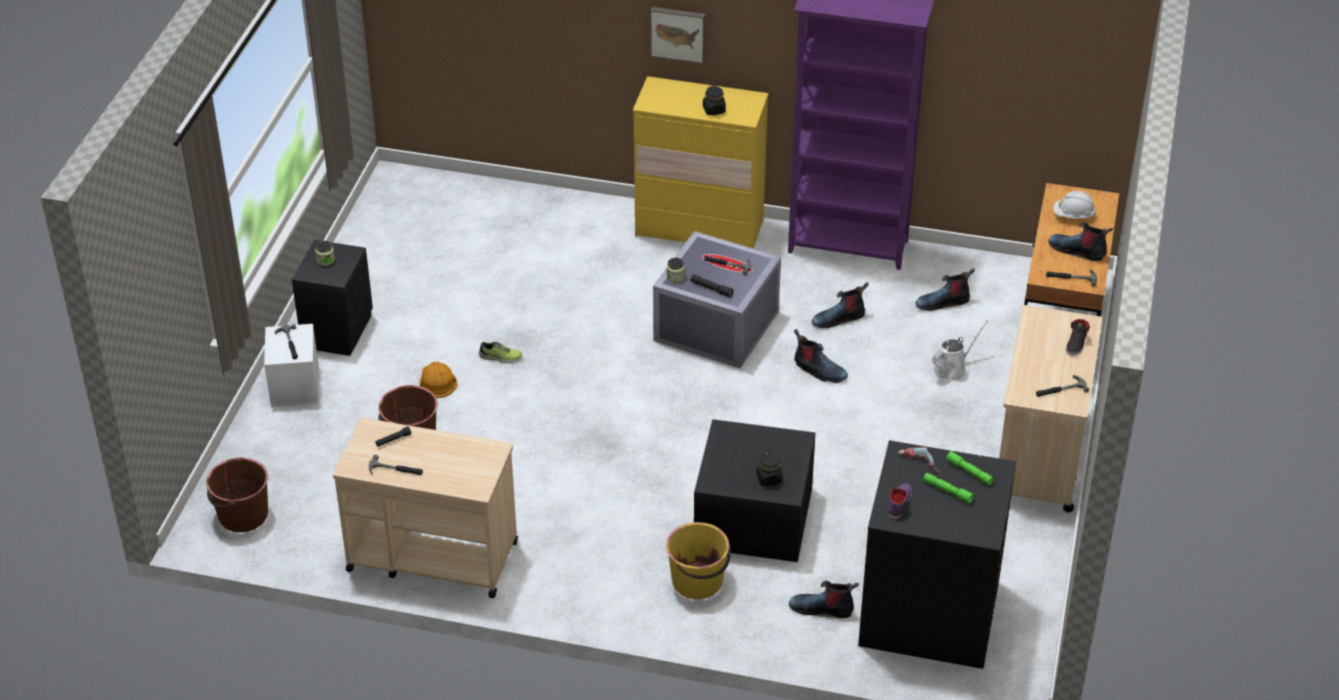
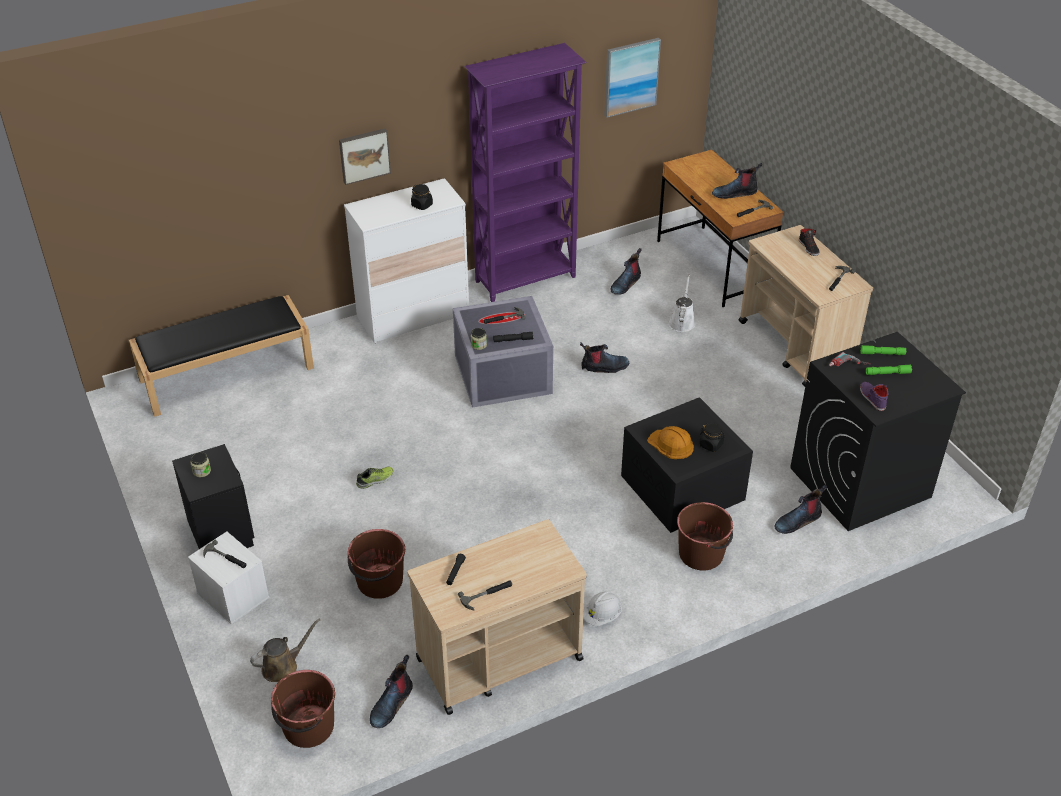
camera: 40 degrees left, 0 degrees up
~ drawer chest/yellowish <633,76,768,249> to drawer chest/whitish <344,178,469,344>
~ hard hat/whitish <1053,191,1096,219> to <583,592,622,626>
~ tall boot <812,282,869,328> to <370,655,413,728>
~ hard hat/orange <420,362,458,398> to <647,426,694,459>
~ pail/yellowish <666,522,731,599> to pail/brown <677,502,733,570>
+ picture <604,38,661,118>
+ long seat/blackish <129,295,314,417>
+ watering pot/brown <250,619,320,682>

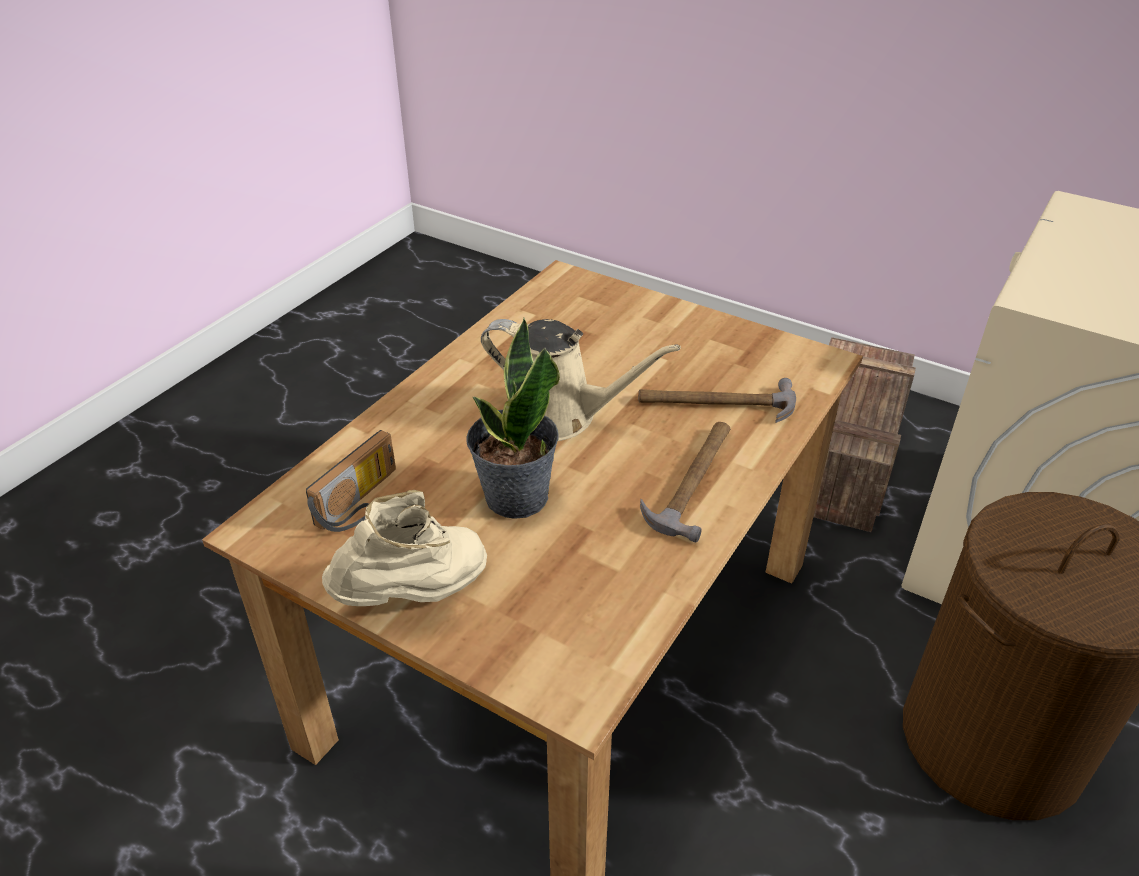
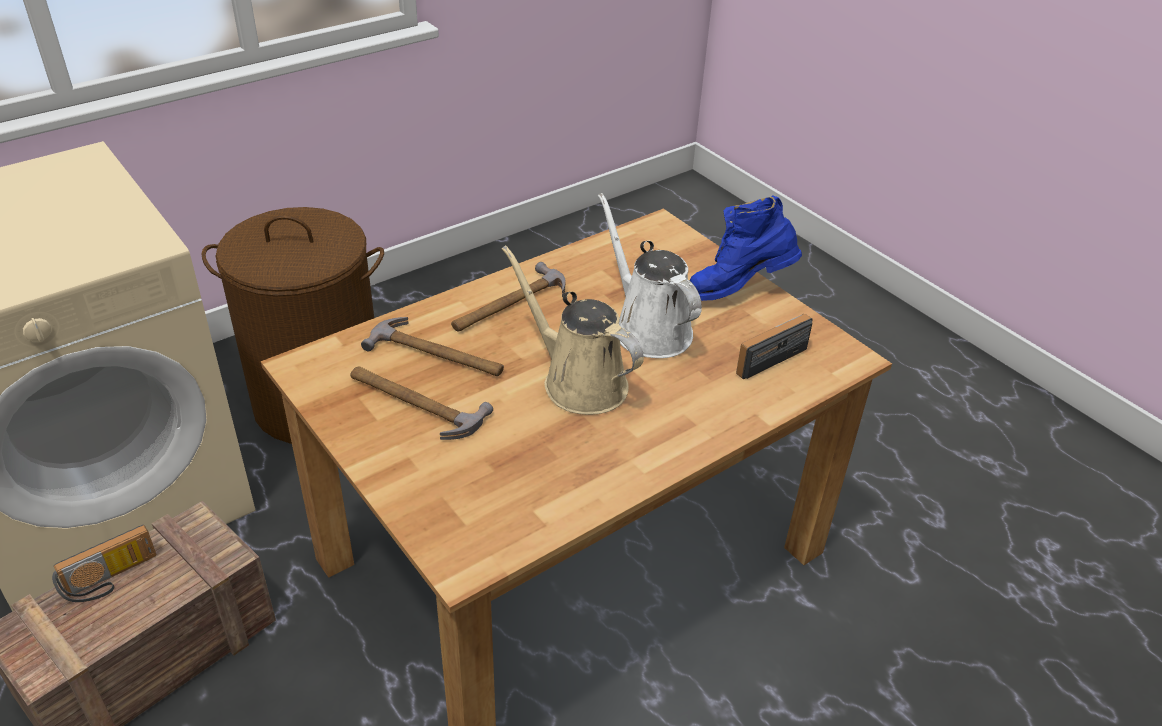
camera: 160 degrees left, 0 degrees up
~ houseplant <466,318,560,519> to watering pot/whitish <598,193,702,358>
~ tall boot/beige <322,490,487,606> to tall boot/bluish <690,195,802,301>
+ tool hammer <350,366,493,440>
+ radio set <52,525,156,602>

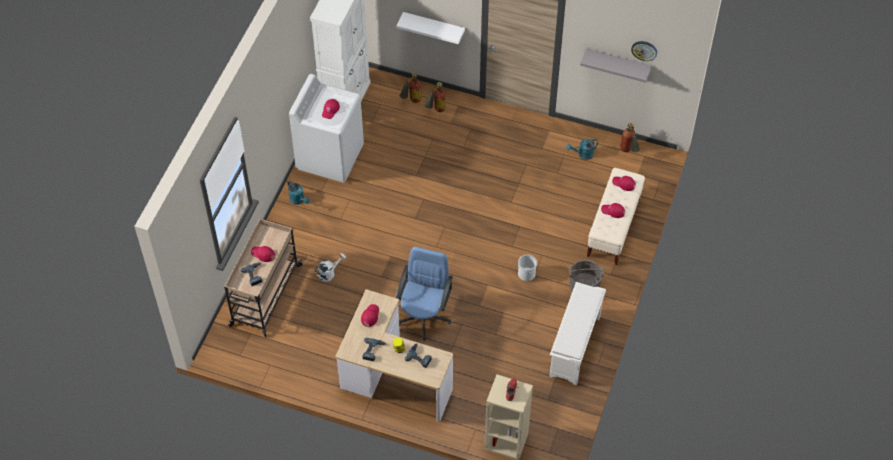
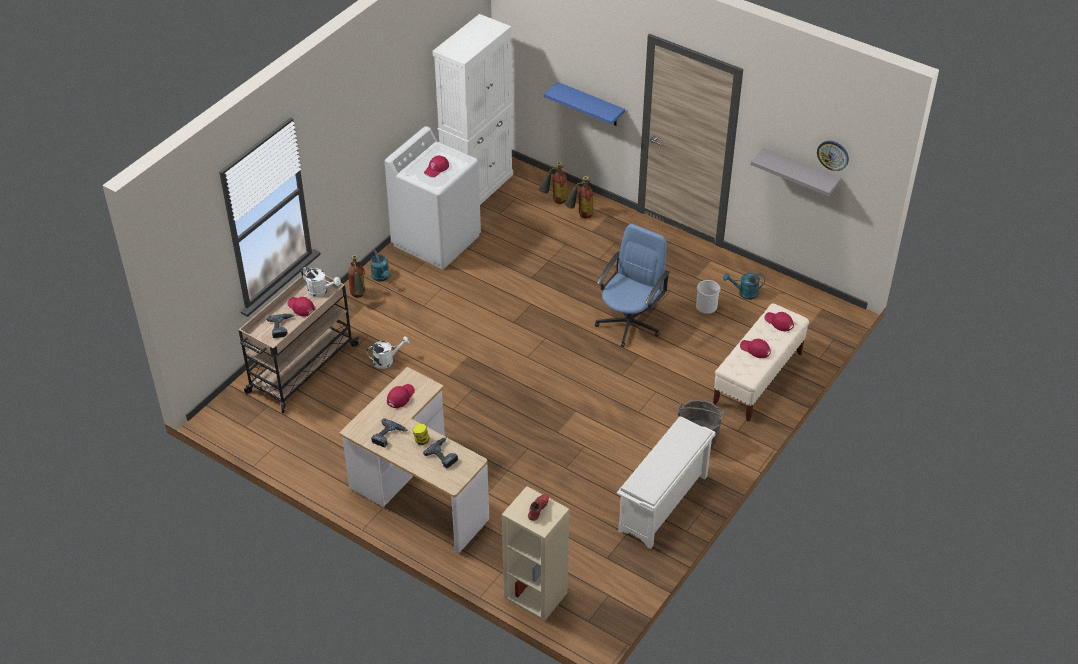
camera: 15 degrees right, 10 degrees down
~ wall shelf/whitish <396,12,465,44> to wall shelf/bluish <544,82,625,126>
~ extinguisher <620,122,640,152> to <348,254,365,298>
~ computer chair/bluish <395,247,453,341> to <595,224,670,347>
~ pail <518,254,537,281> to <696,280,720,314>
+ watering pot/whitish <301,267,341,297>

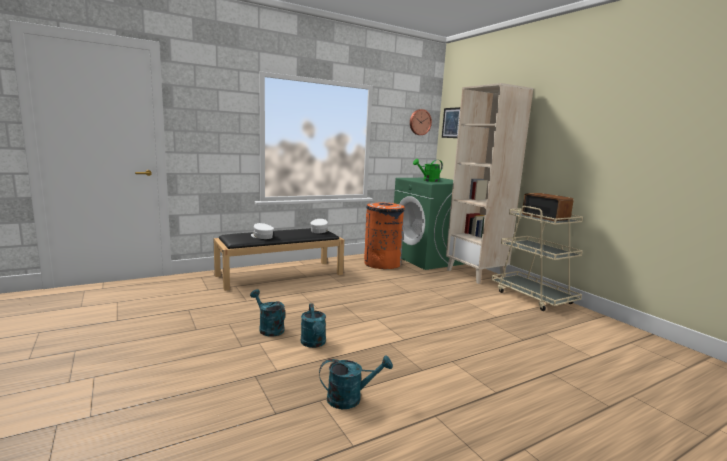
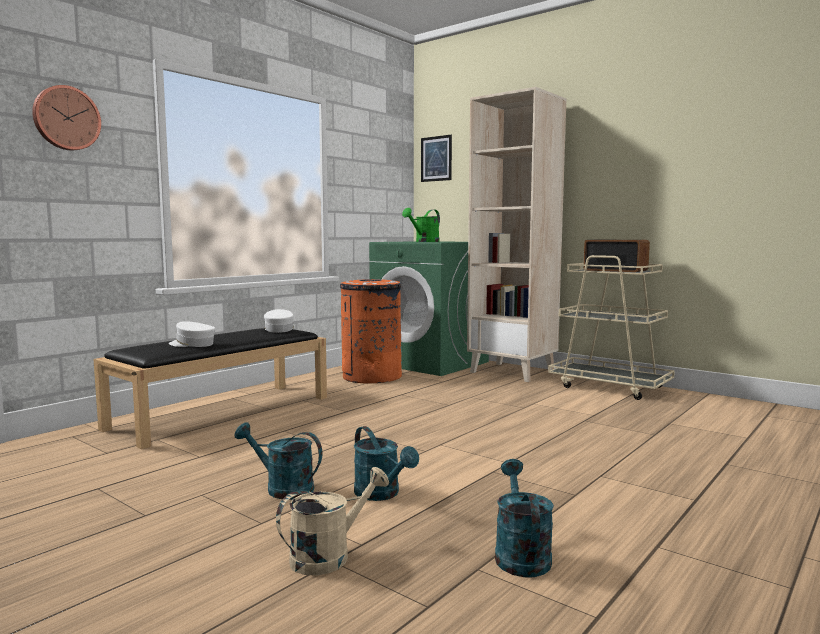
camera: 20 degrees left, 5 degrees down
~ wall clock <410,109,432,135> to <32,85,101,150>
~ watering pot/blue-green <319,356,393,409> = <495,459,554,578> 60 degrees counterclockwise
+ watering pot/beige <276,467,389,576>

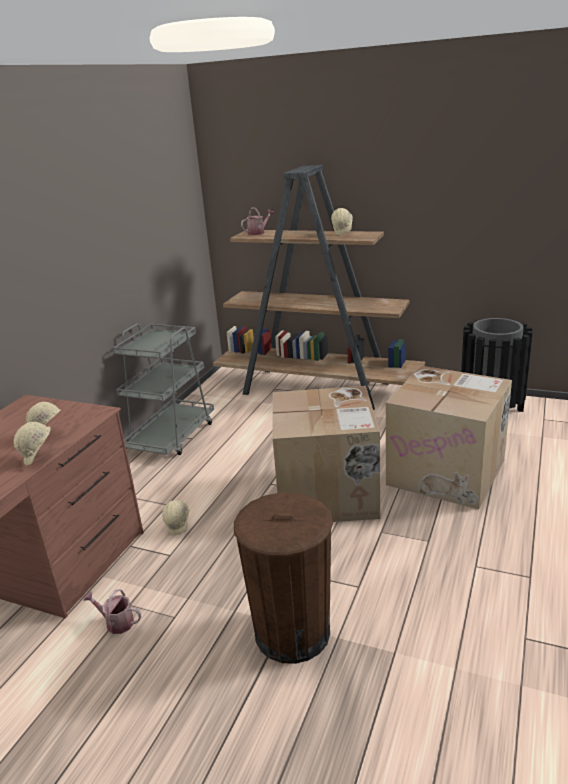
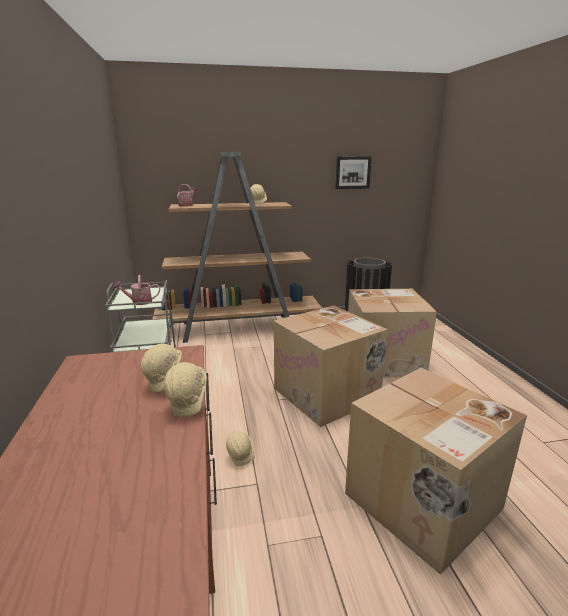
camera: 35 degrees left, 5 degrees down
~ waste bin/brown <234,493,333,664> to carton <345,368,527,575>
~ watering pot <83,589,141,634> to <113,275,160,305>
+ picture <335,156,372,189>

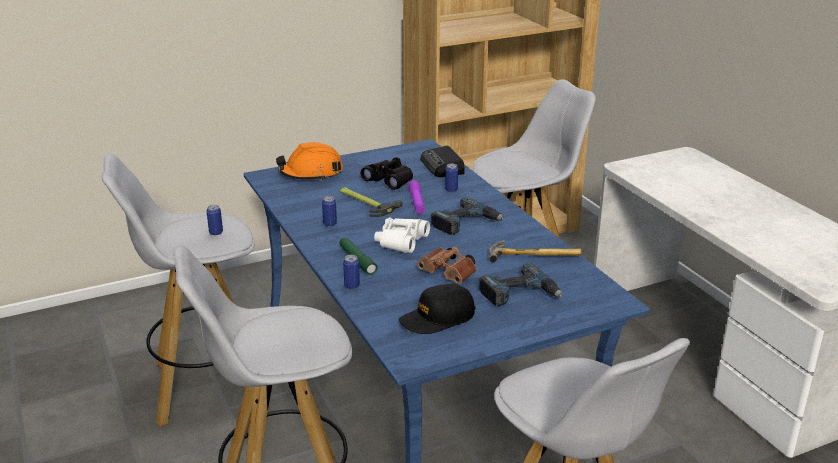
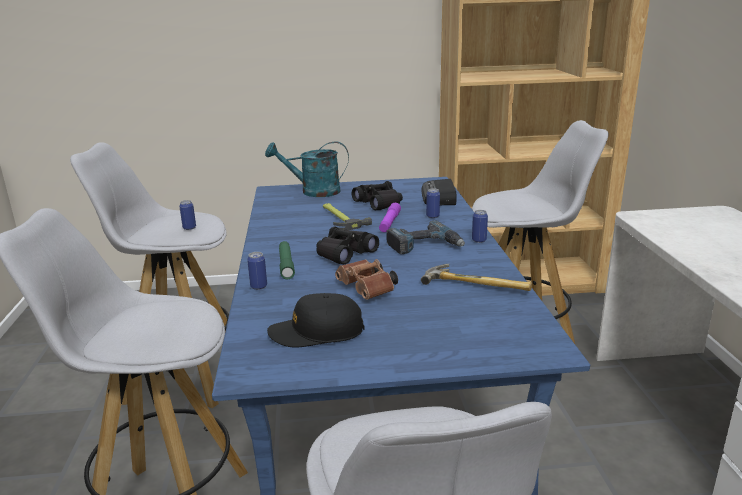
camera: 20 degrees right, 5 degrees down
~ hard hat/orange <276,142,343,181> to watering pot/blue-green <265,141,349,197>
~ metal can <322,196,337,227> to <472,210,488,243>
~ pair of binoculars/whitish <374,217,430,253> to pair of binoculars/blackish <316,226,379,264>
- drill <479,263,563,306>

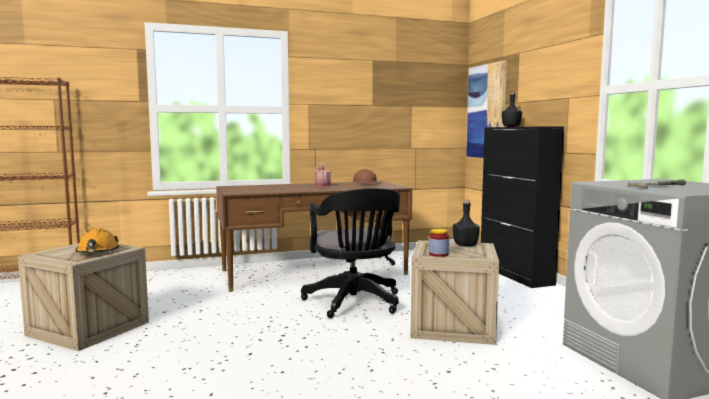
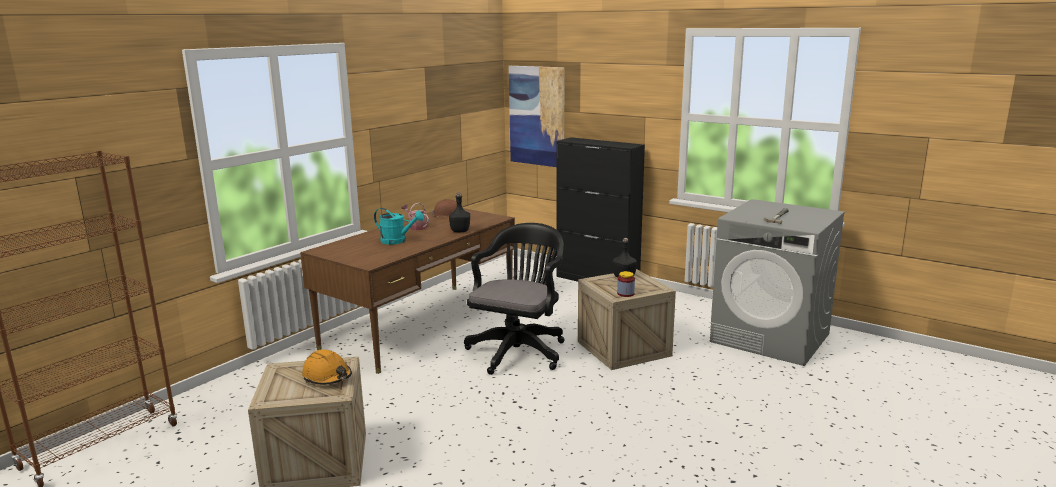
camera: 35 degrees left, 10 degrees up
~ drink bottle/blackish <502,92,522,127> to <449,193,470,232>
~ computer chair/blackish <301,188,400,318> = <464,223,565,375> 105 degrees counterclockwise
+ watering pot/blue-green <374,208,424,245>

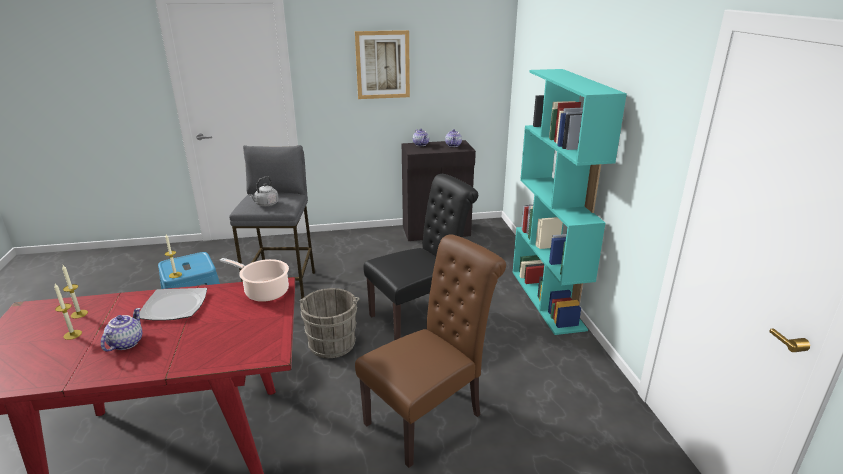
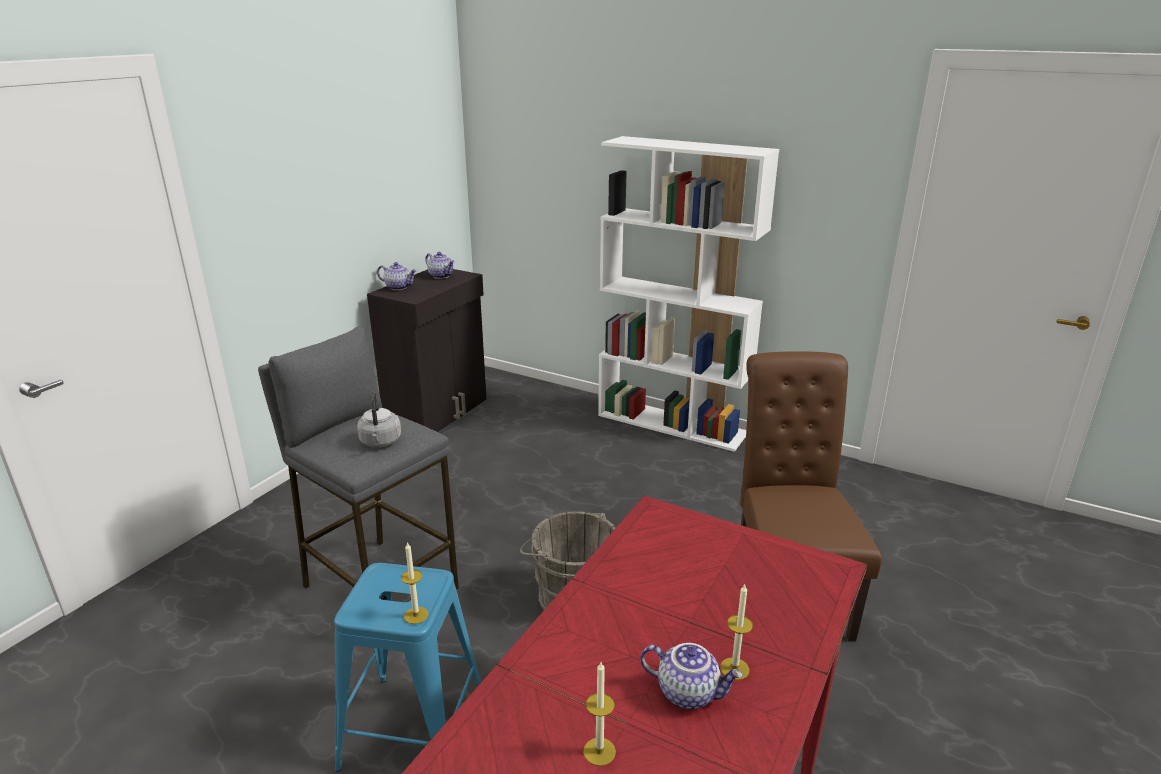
camera: 50 degrees left, 0 degrees up
- picture <355,30,410,99>
~ bookshelf/blue-green <513,69,627,335> to bookshelf/whitish <598,136,779,452>
- chair/blackish <363,174,478,340>
- stockpot <220,258,289,302>
~ wax candle <62,265,88,319> to <720,584,753,680>
- plate <139,288,207,321>
~ teapot <101,308,142,351> = <640,643,743,709> 150 degrees clockwise

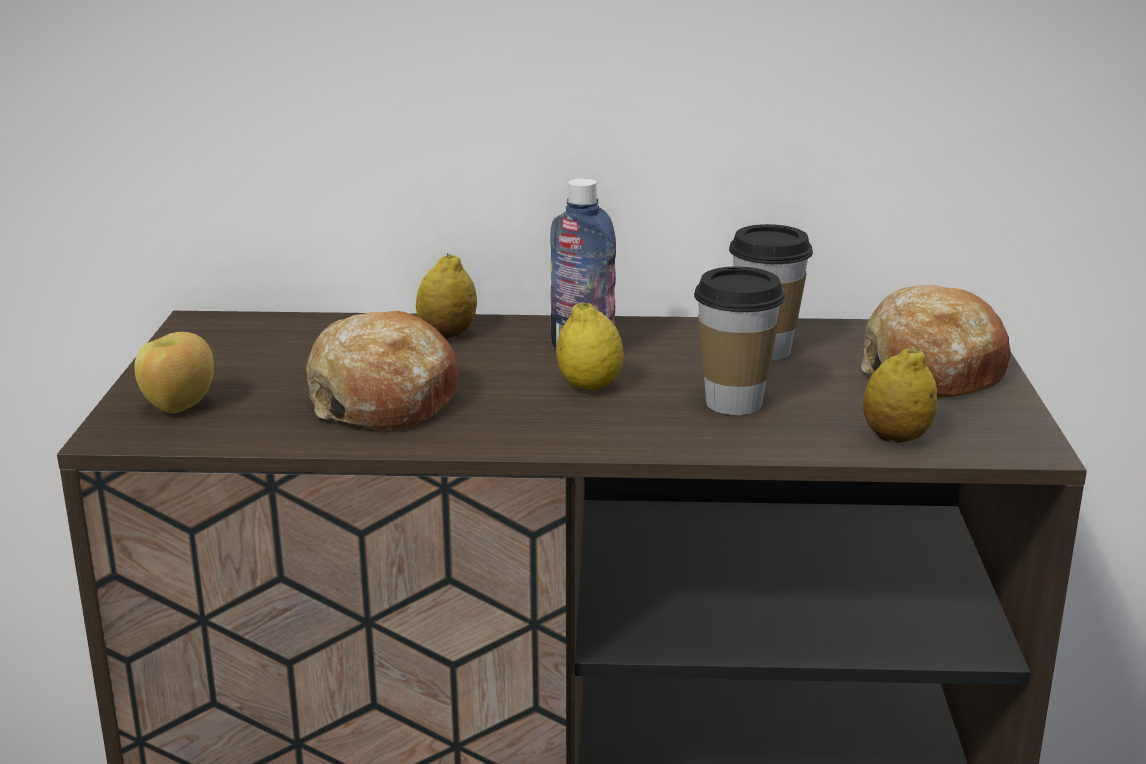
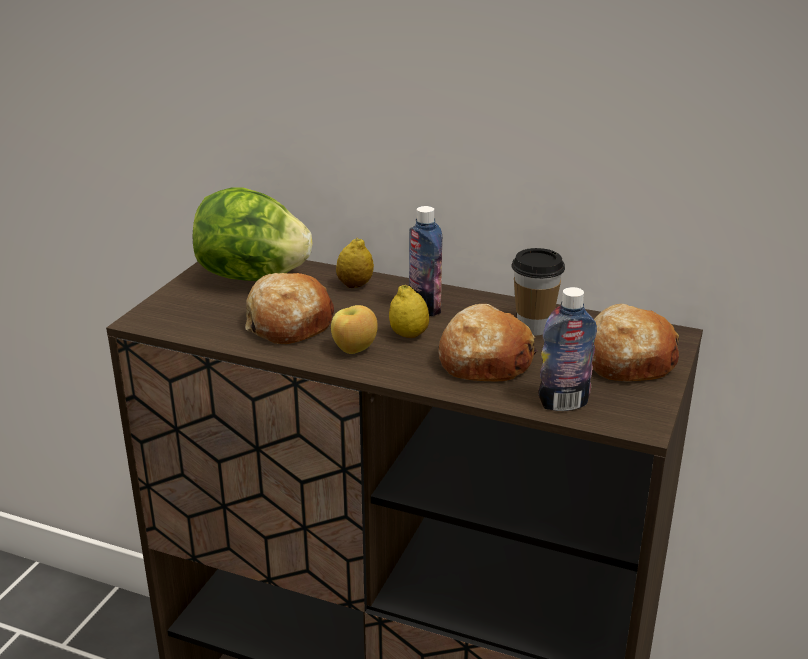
camera: 20 degrees right, 5 degrees up
~ cup <694,267,786,415> to bread <438,304,538,381>
~ whole apple <134,332,214,413> to <331,305,378,354>
~ whole lemon <863,346,937,443> to drink bottle <538,287,597,411>
+ lettuce head <193,188,313,281>

